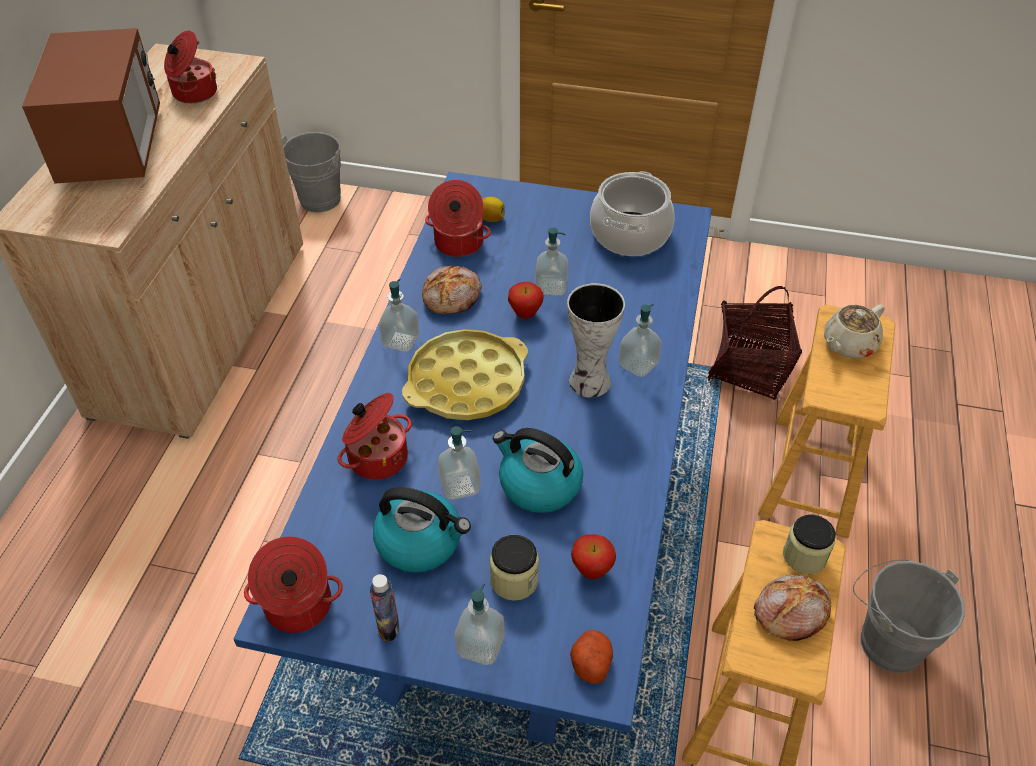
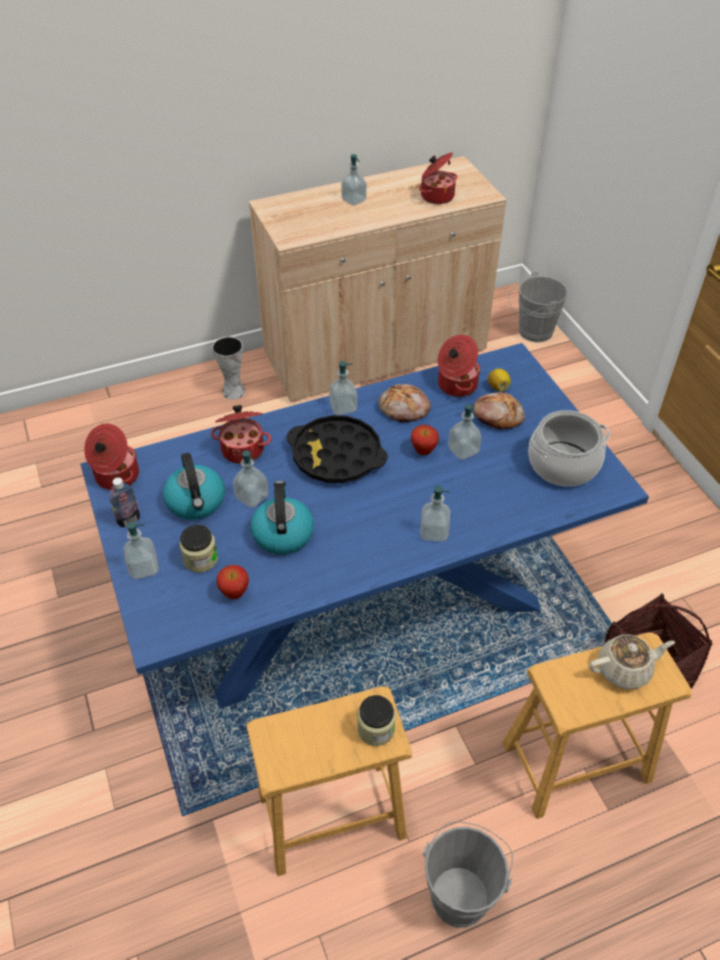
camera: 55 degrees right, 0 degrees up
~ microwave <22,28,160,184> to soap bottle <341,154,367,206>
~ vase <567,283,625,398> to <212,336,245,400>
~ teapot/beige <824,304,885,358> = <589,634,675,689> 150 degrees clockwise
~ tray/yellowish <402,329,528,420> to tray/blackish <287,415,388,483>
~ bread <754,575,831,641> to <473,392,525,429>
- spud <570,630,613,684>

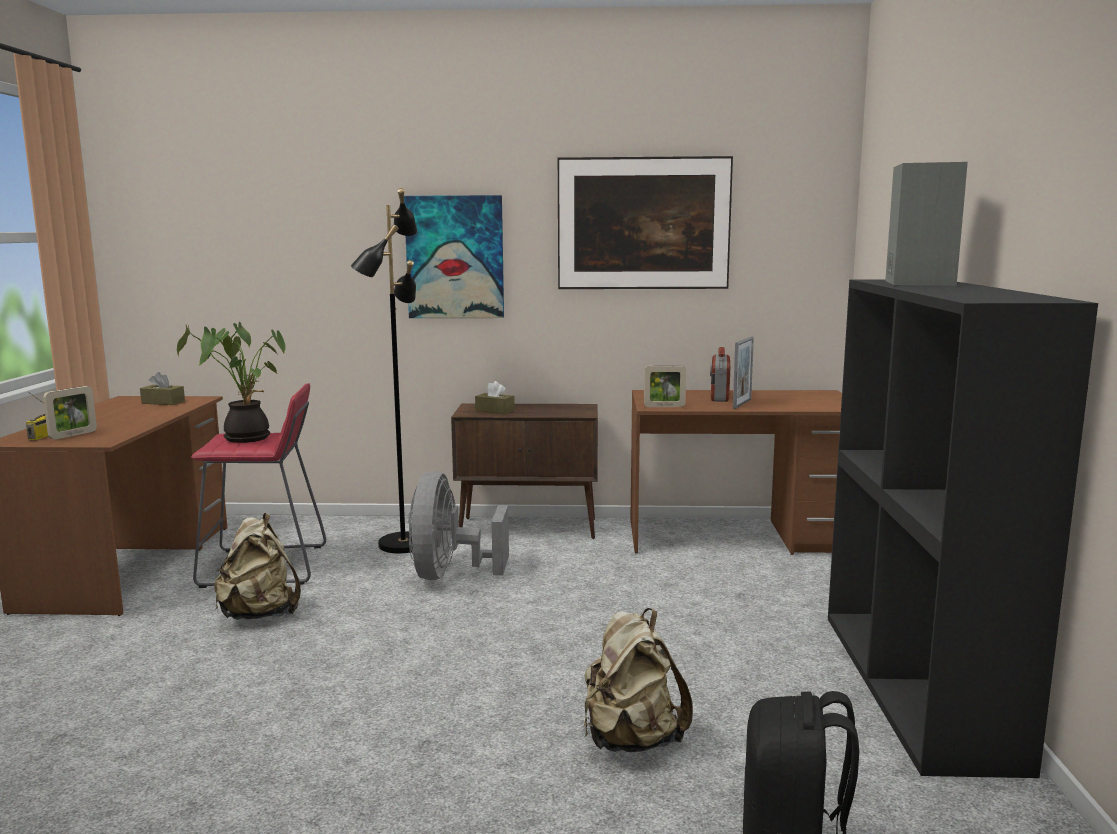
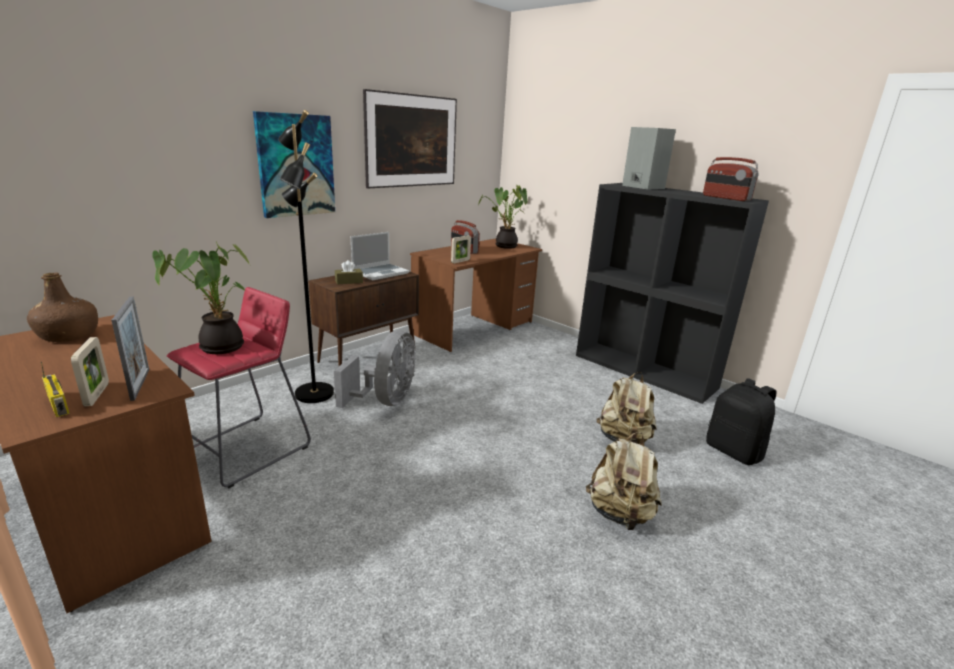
camera: 50 degrees left, 10 degrees up
~ picture frame <733,336,754,409> to <111,296,149,401>
~ tissue holder/brown <140,372,185,405> to drink bottle/brown <27,273,98,342>
~ cooling fan/grey <408,471,509,580> = <334,330,415,408> 120 degrees counterclockwise
~ knapsack/beige <214,513,301,620> to <586,432,662,530>
+ radio set <703,157,759,201>
+ houseplant <478,185,528,249>
+ portable computer <351,232,409,281>

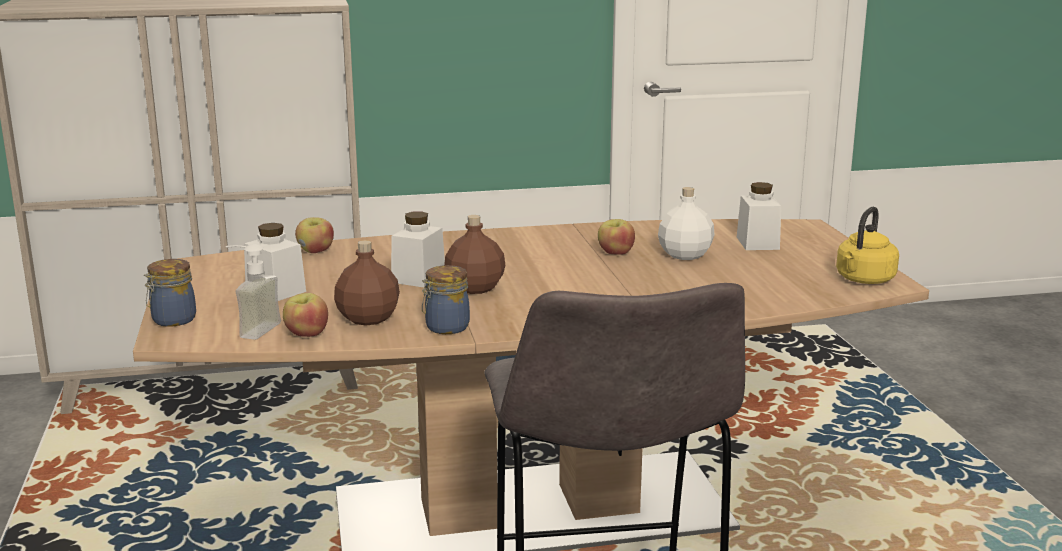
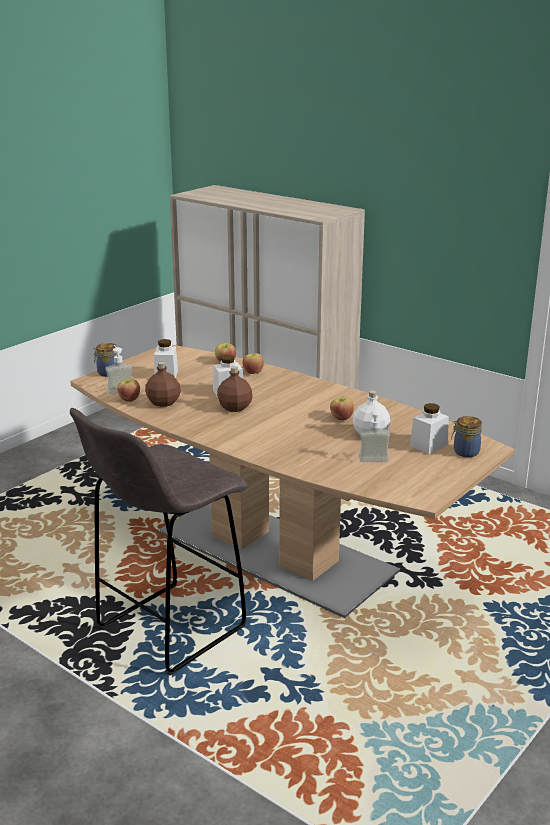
camera: 50 degrees right, 5 degrees up
- tea kettle/yellowish <836,207,899,284>
~ storage jar <422,265,470,334> to <451,416,482,457>
+ whole apple <243,353,264,374>
+ soap bottle <359,406,390,462>

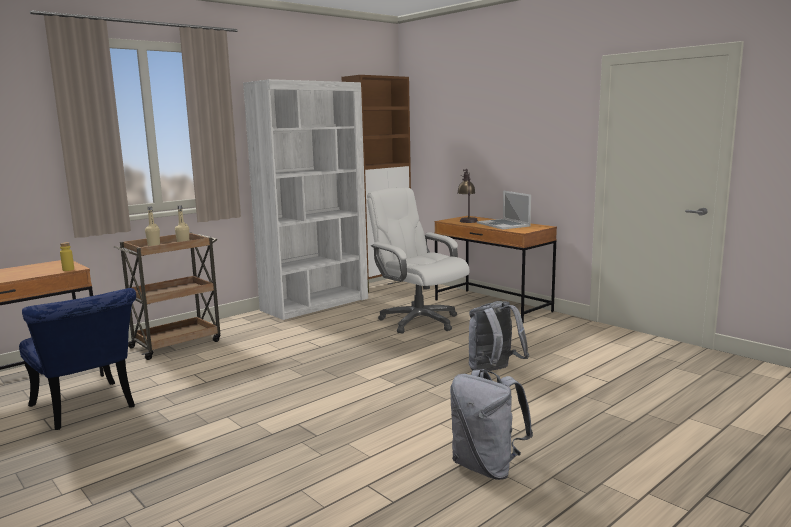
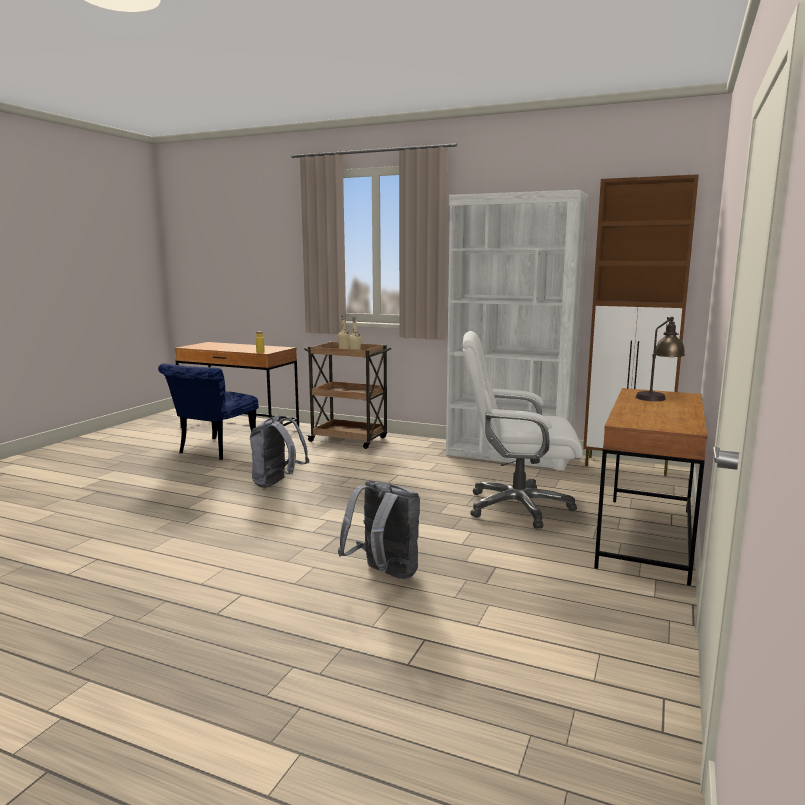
camera: 65 degrees right, 0 degrees up
~ computer chair/whitish <367,187,470,334> = <463,331,583,529> 105 degrees counterclockwise
- portable computer <477,190,531,230>
~ knapsack/grey <450,369,533,480> to <250,415,310,488>

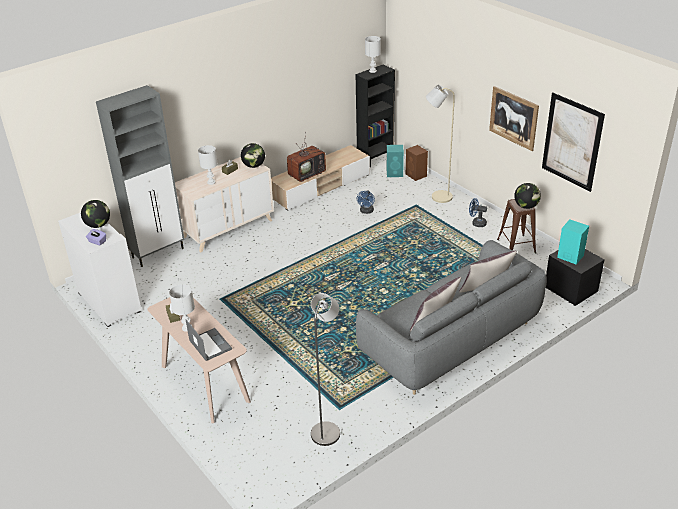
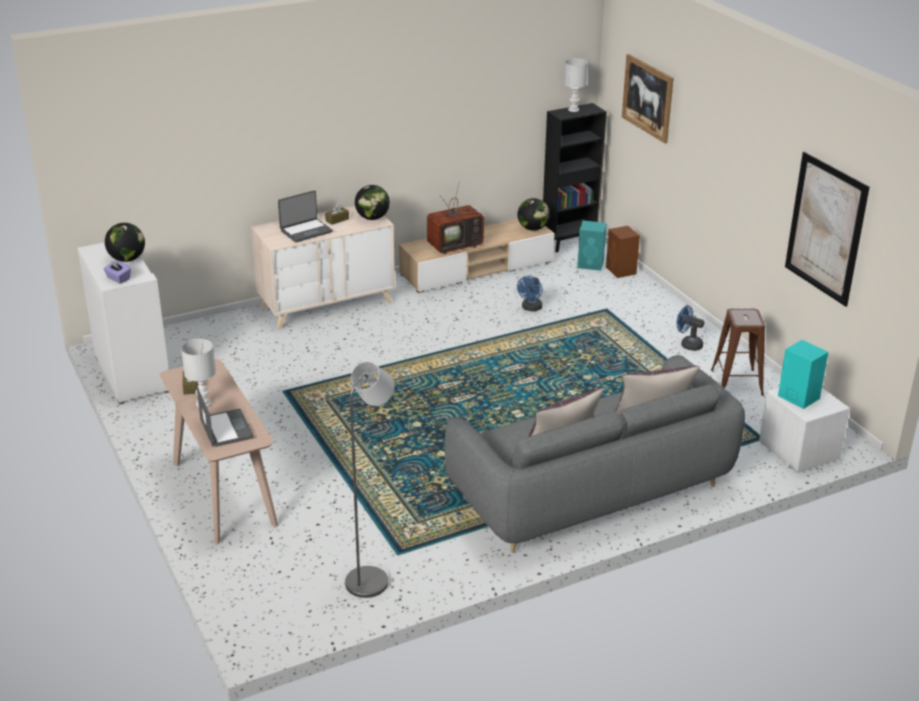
camera: 10 degrees right, 5 degrees down
- cupboard/grey <96,85,184,267>
- standing lamp/beige <426,85,455,203>
~ picture <489,86,539,151> to <622,54,674,143>
~ table lamp/whitish <198,145,218,185> to portable computer <278,190,333,242>
~ globe <514,183,541,209> to <518,198,550,231>
~ bedside table/blackish <546,249,605,306> to bedside table/whitish <759,388,850,473>

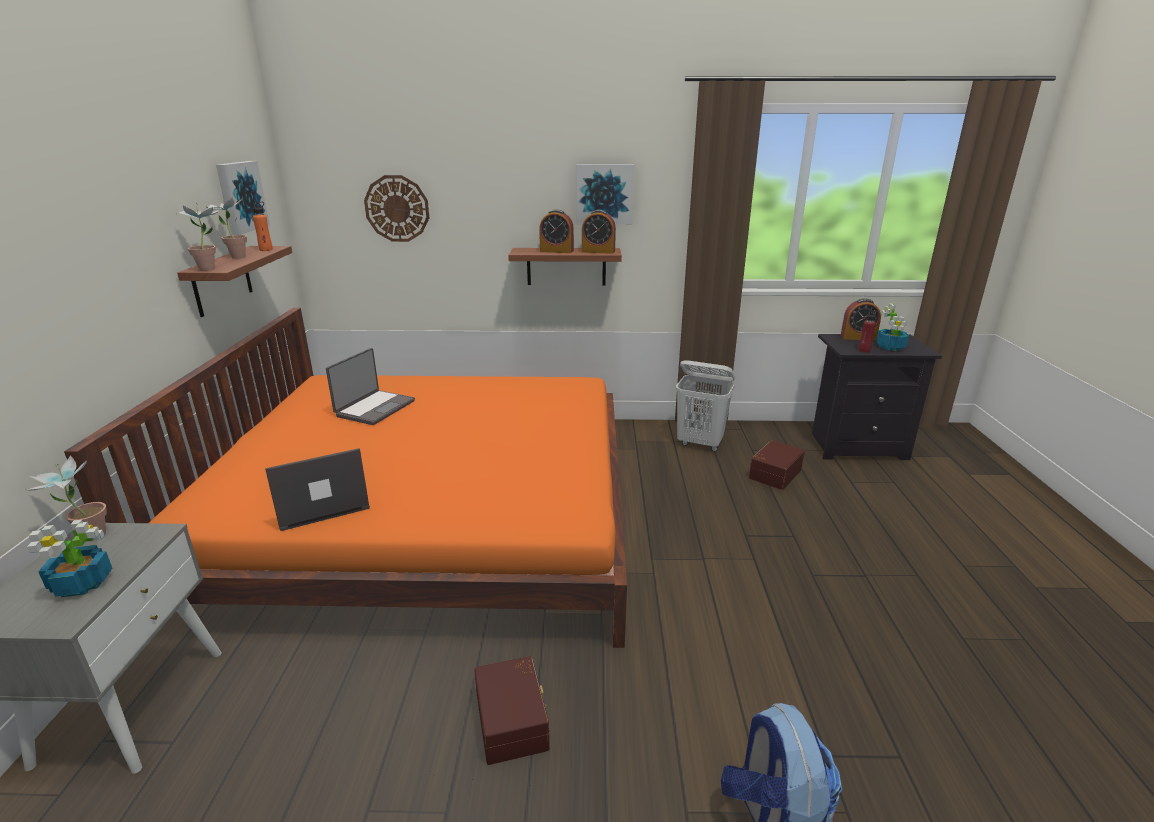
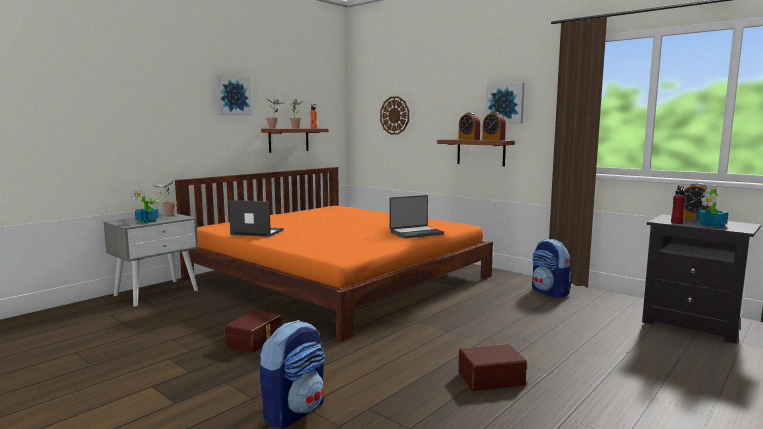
camera: 40 degrees right, 15 degrees down
~ picture <216,161,270,235> to <215,75,252,115>
~ portable computer <326,348,415,425> to <389,195,444,238>
~ laundry basket/whitish <676,360,735,451> to knapsack <532,239,573,298>
~ storage container/brown <749,440,805,490> to <458,344,527,391>

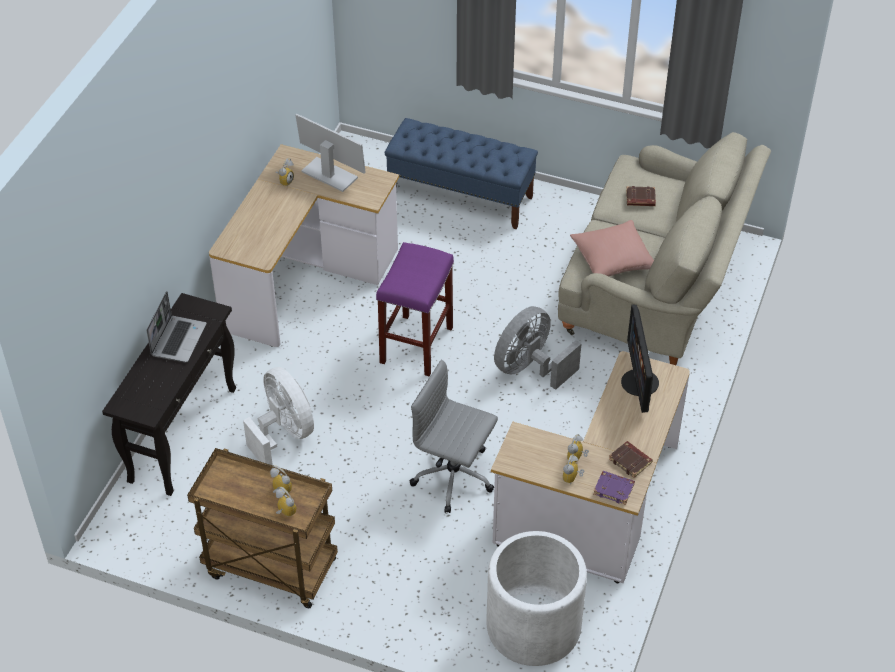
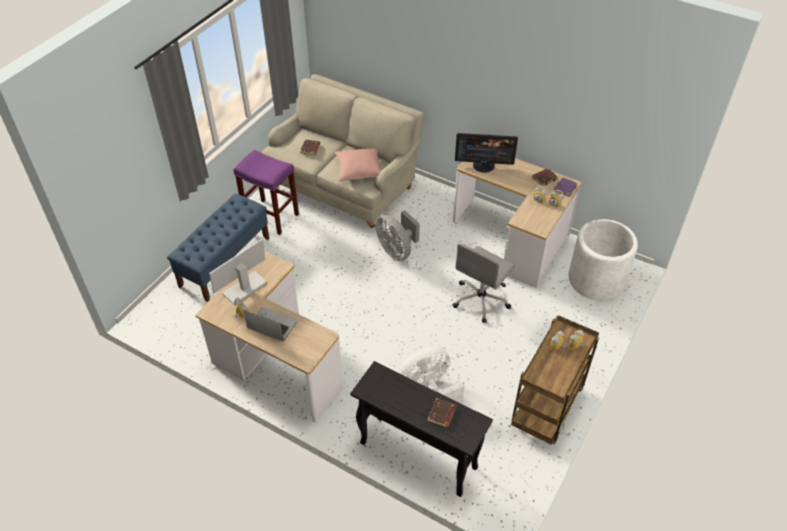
camera: 80 degrees left, 0 degrees up
~ stool seat/purple-coloured <376,242,454,377> to <234,150,299,235>
~ portable computer <147,291,207,362> to <243,307,297,341>
+ bound book/brown <427,398,456,428>

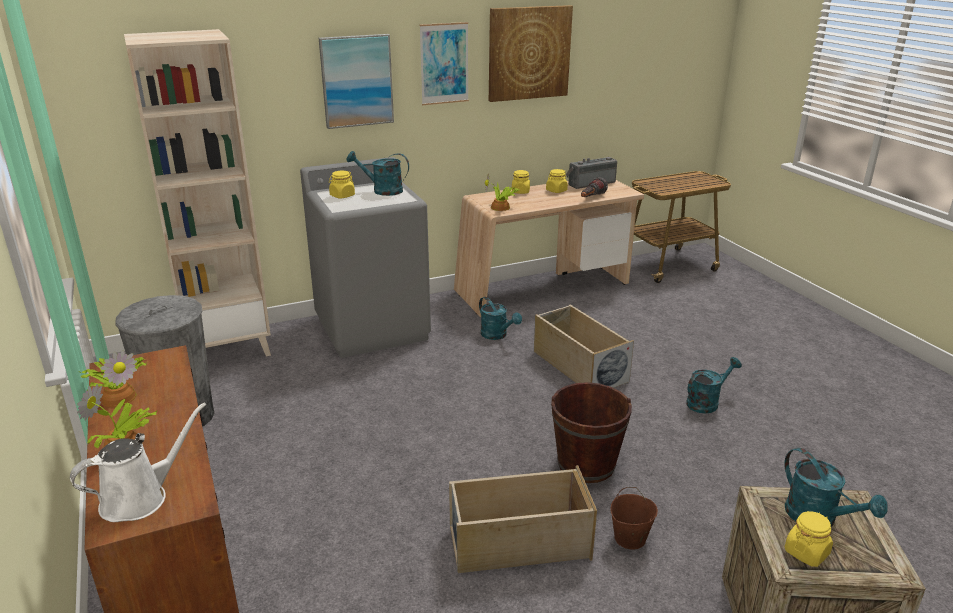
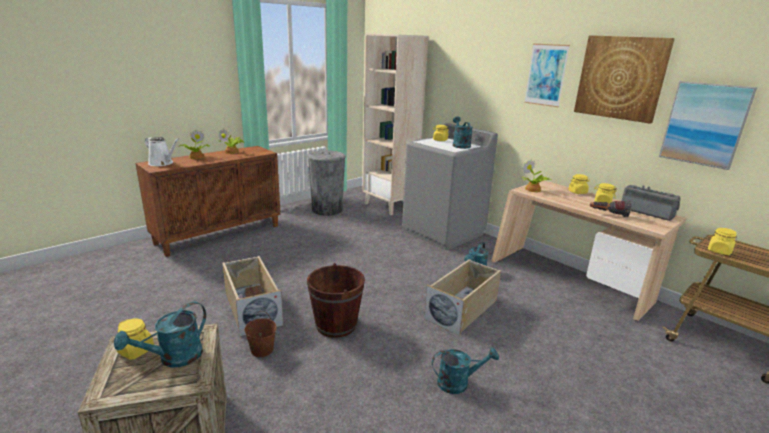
camera: 70 degrees right, 5 degrees down
~ picture <319,34,394,129> to <659,81,757,170>
~ watering pot/blue-green <686,357,742,413> = <432,348,499,394> 45 degrees counterclockwise
+ storage jar/yellowish <708,228,737,255>

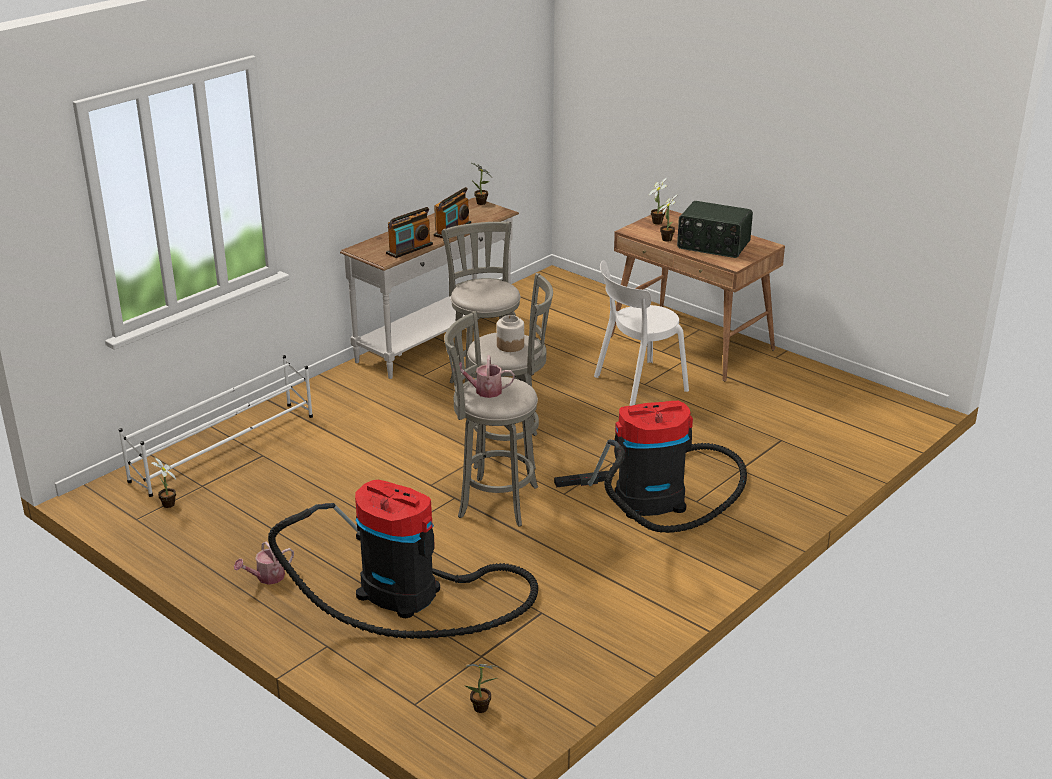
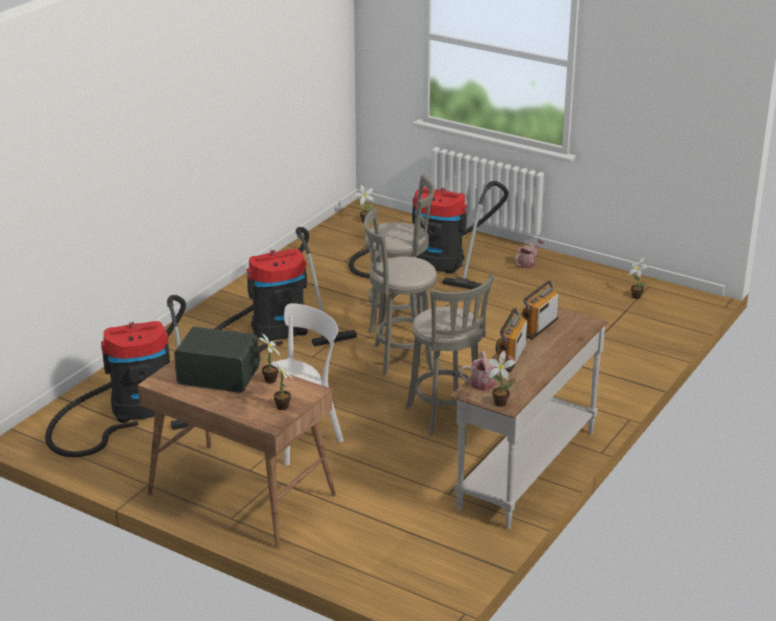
camera: 170 degrees right, 0 degrees up
- storage jar <497,315,524,352>
- shoe rack/whitish <119,355,313,497>
~ watering pot <459,355,515,398> to <459,351,516,391>
+ vacuum <45,295,190,457>

